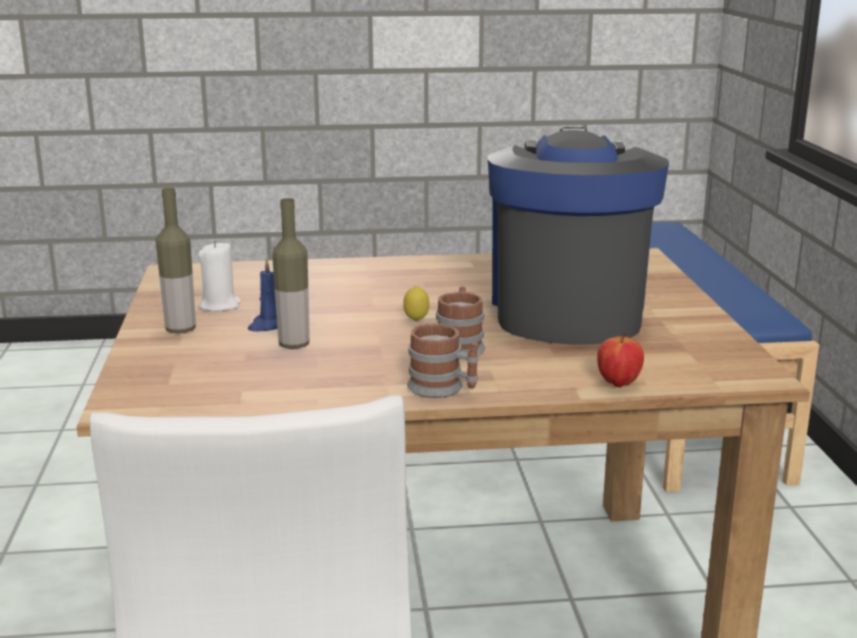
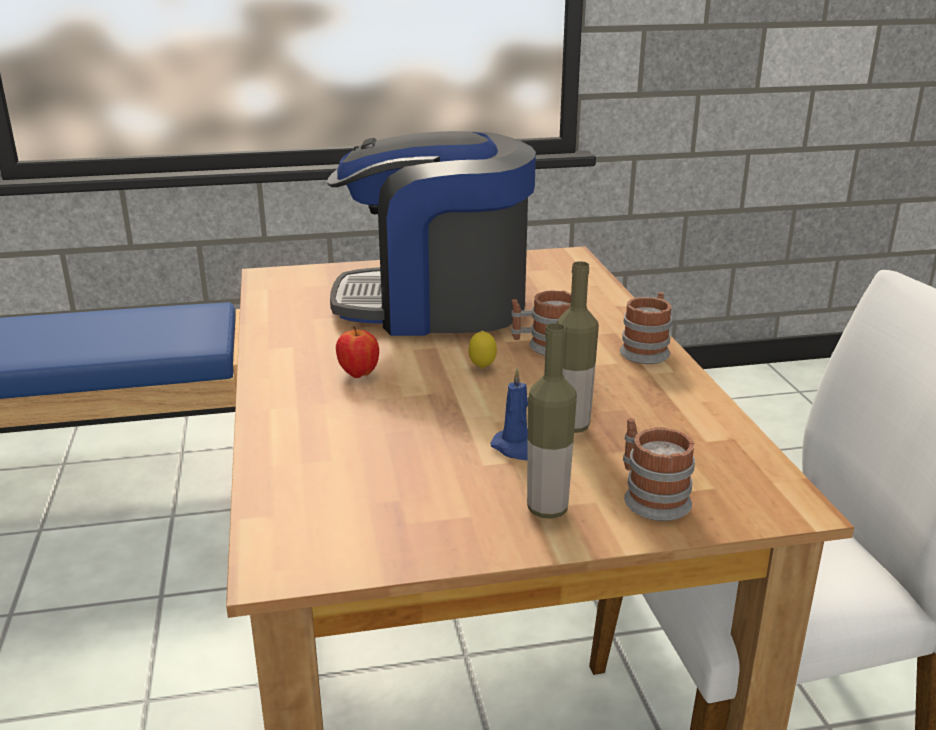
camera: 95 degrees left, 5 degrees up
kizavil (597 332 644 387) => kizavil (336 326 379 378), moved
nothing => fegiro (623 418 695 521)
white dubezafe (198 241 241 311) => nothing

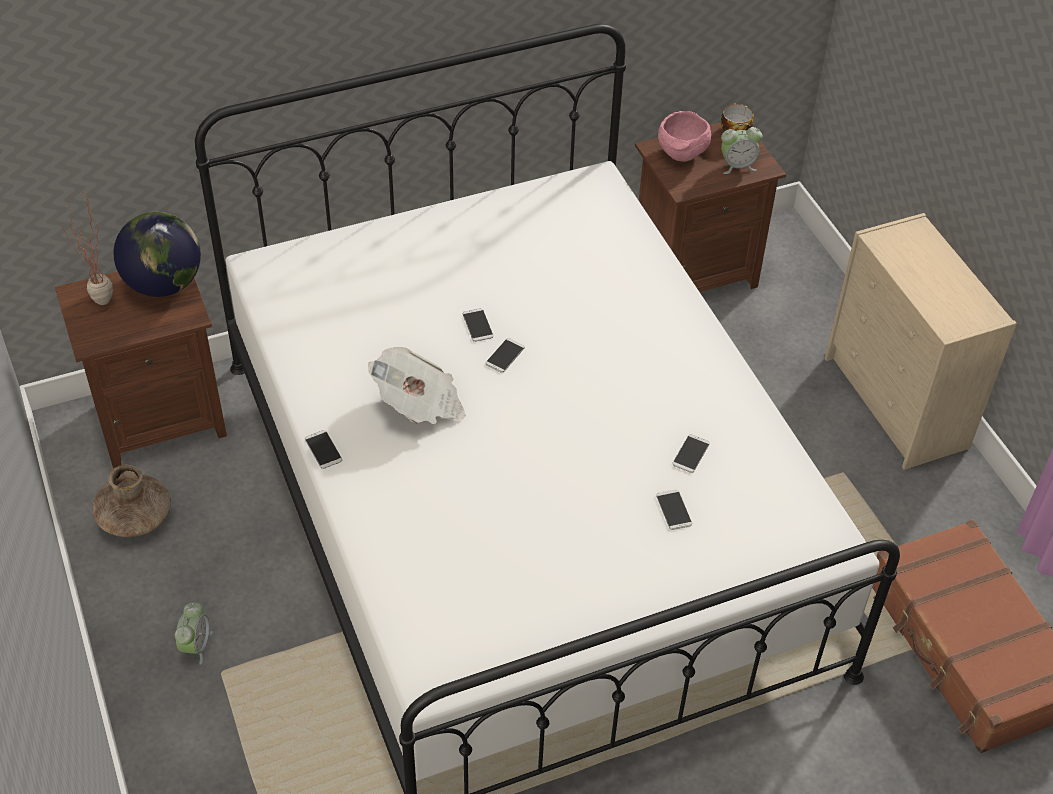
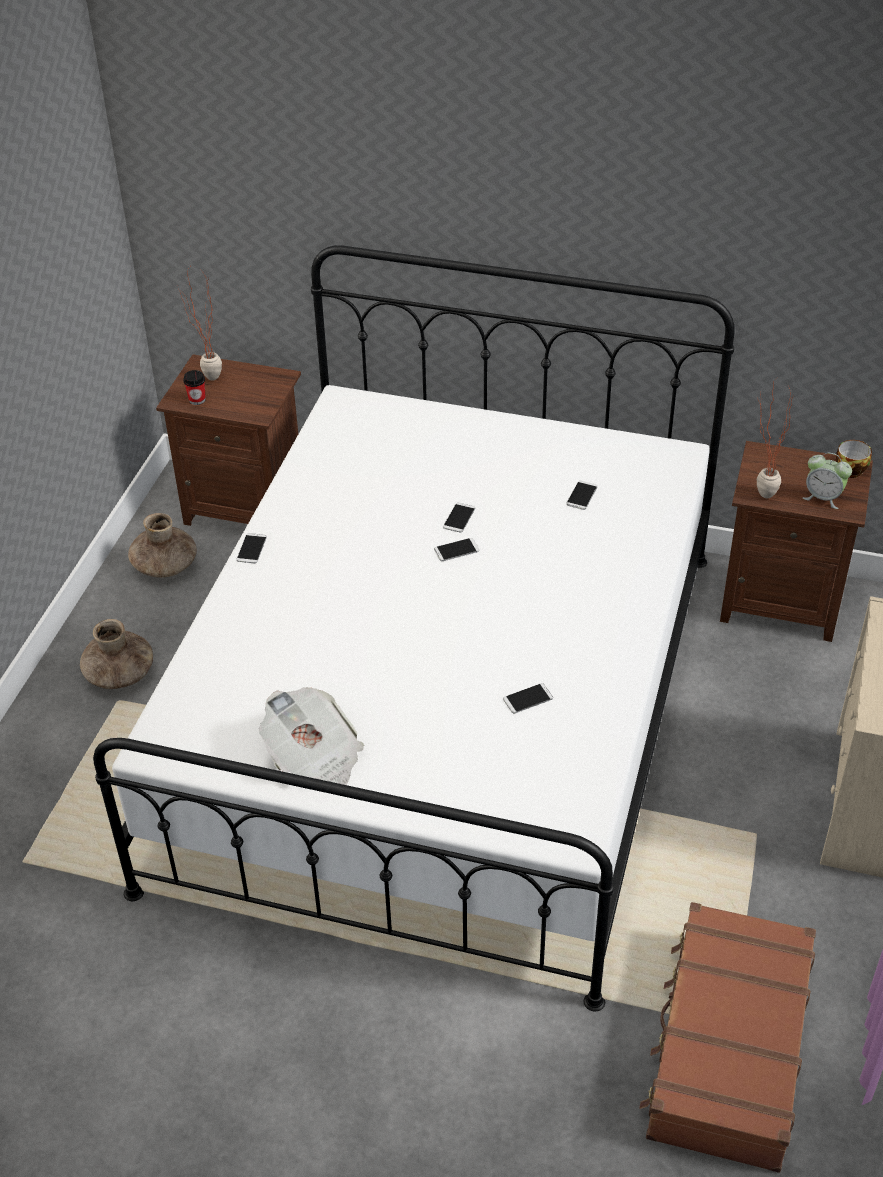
camera: 40 degrees right, 5 degrees down
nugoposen (175 603 213 665) => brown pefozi (80 619 153 689)
nothing => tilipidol (183 370 206 405)
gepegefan (368 347 466 424) => gepegefan (259 687 364 785), moved
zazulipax (656 489 692 530) => zazulipax (566 481 598 510), moved
nothing => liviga (757 377 794 498)
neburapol (114 212 201 297) => nothing
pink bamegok (658 111 711 161) => nothing

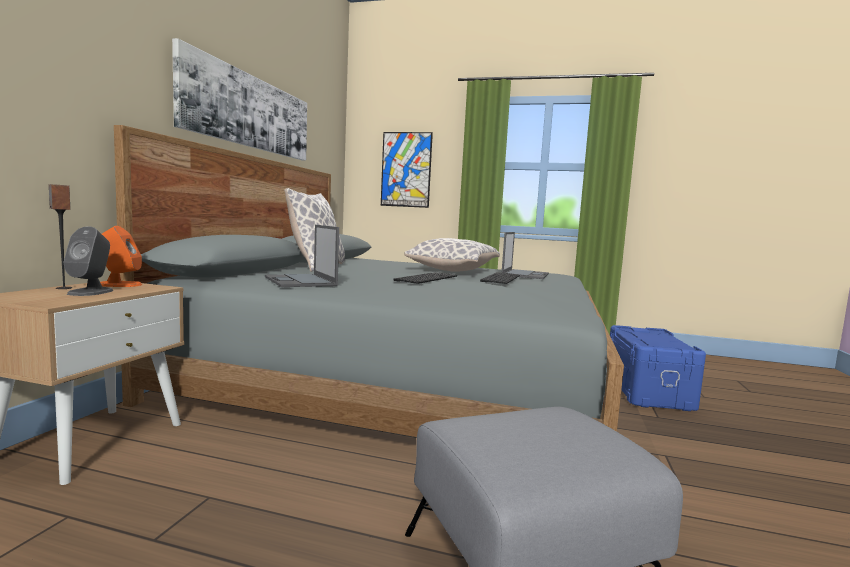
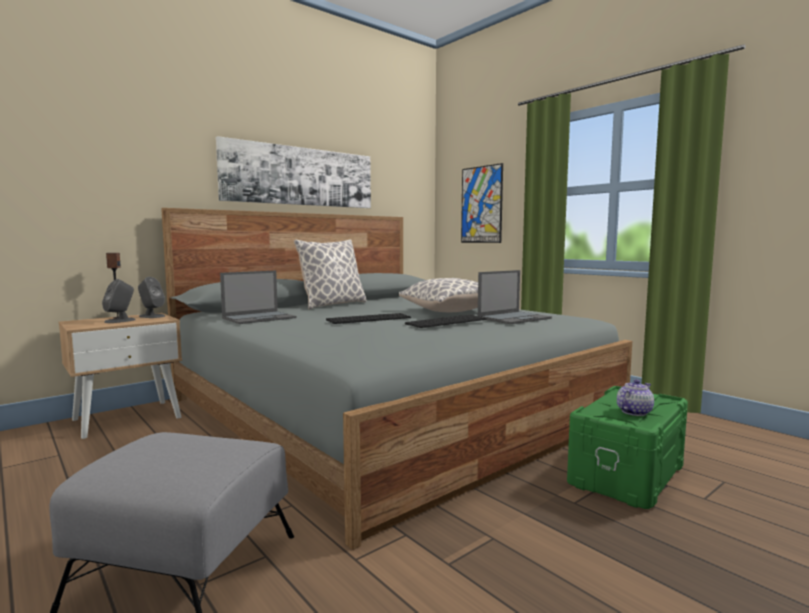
camera: 35 degrees right, 0 degrees up
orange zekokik (100 226 142 287) => grey zekokik (138 277 165 318)
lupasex (265 225 339 287) => lupasex (220 271 296 324), 135 degrees counterclockwise
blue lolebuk (610 325 706 411) => green lolebuk (567 386 688 509)
nothing => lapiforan (617 379 654 416)

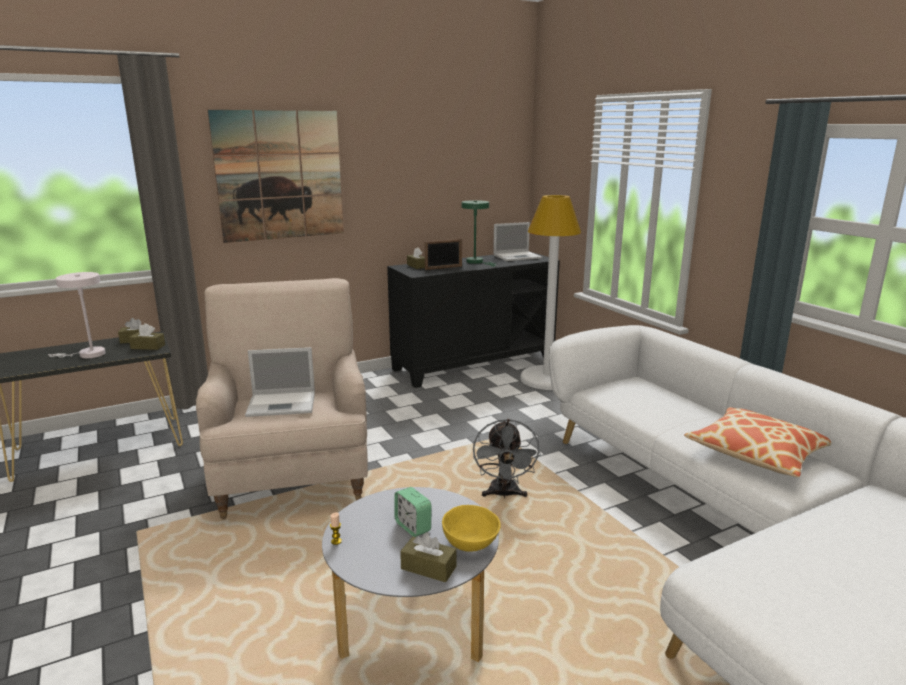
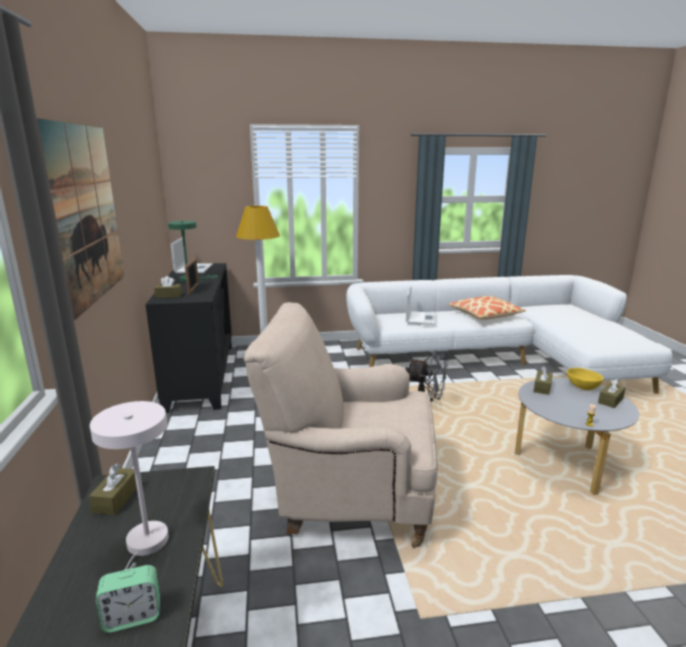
camera: 70 degrees left, 0 degrees up
nugoposen (394 487 432 537) => nugoposen (96 565 160 633), moved
lupasex (245 347 315 417) => lupasex (406 286 437 325), moved
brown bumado (129 323 165 350) => brown bumado (533 366 553 395), moved

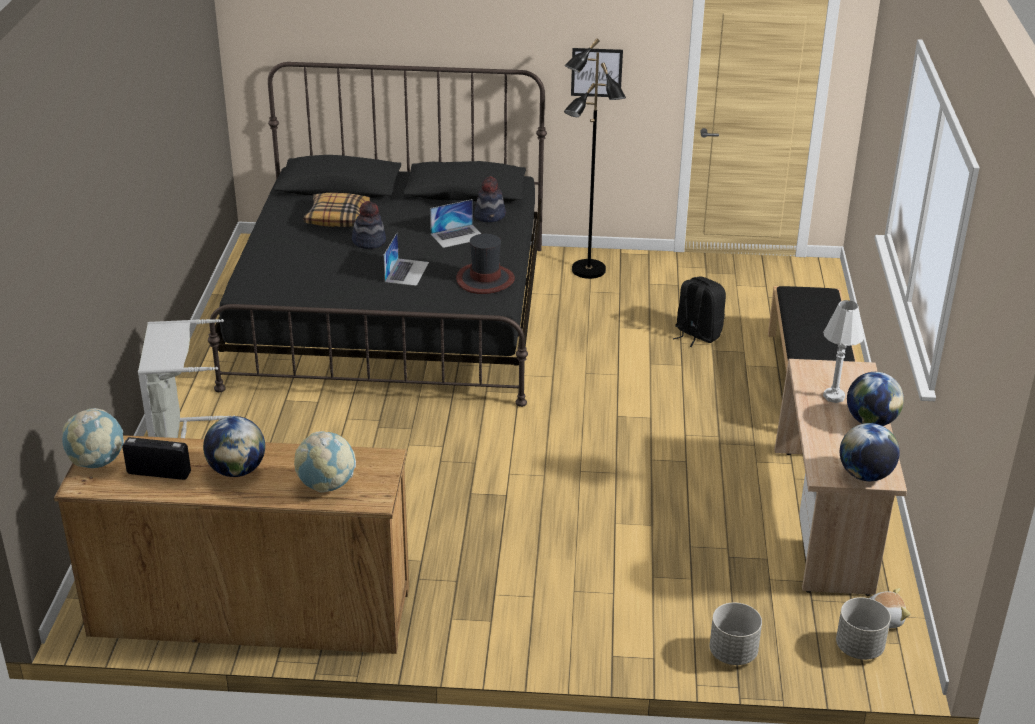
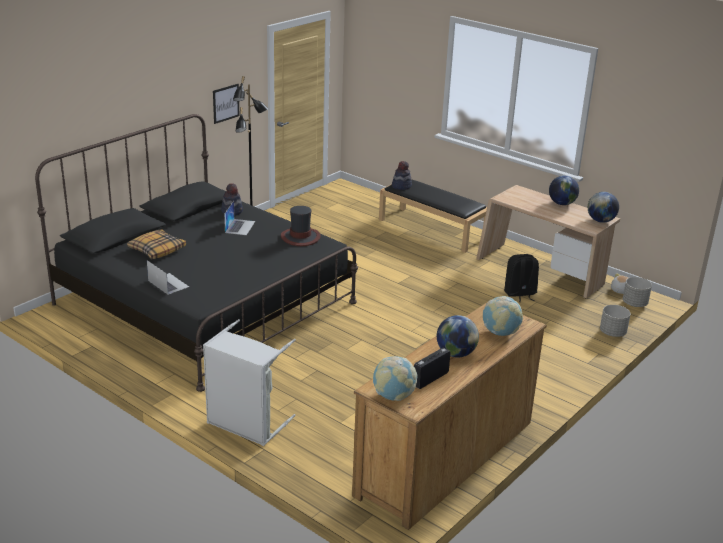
camera: 55 degrees left, 5 degrees down
lupasex (384 233 429 286) => lupasex (147 260 189 295), moved
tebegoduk (352 201 386 249) => tebegoduk (392 161 412 190), moved
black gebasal (673 277 726 347) => black gebasal (504 254 539 302), moved
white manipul (823 300 865 403) => nothing

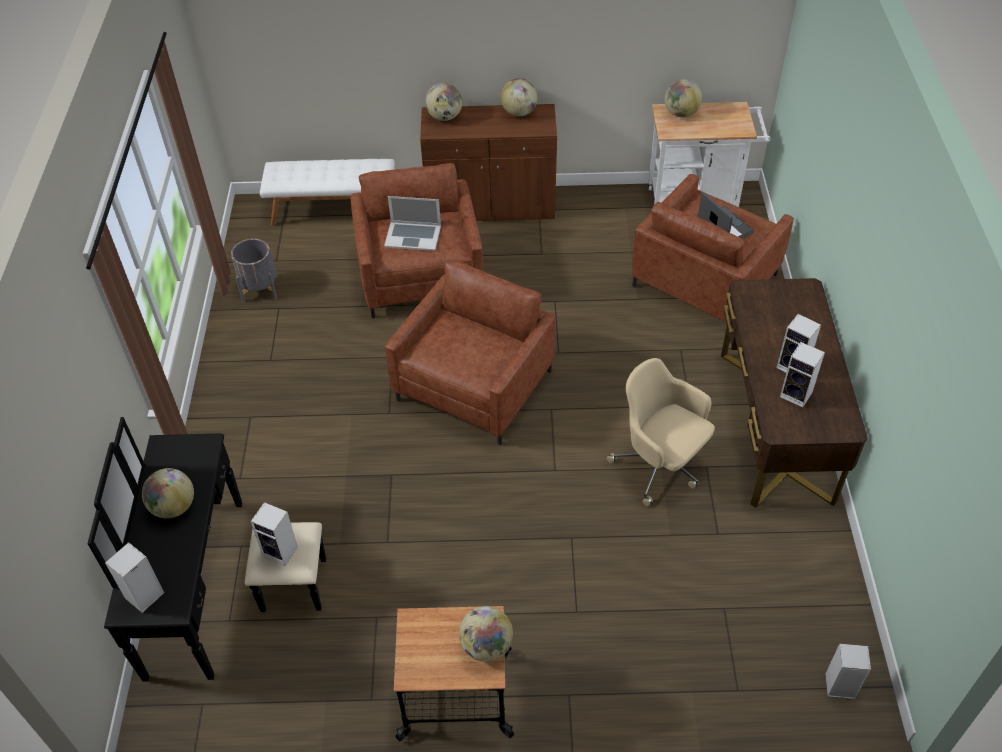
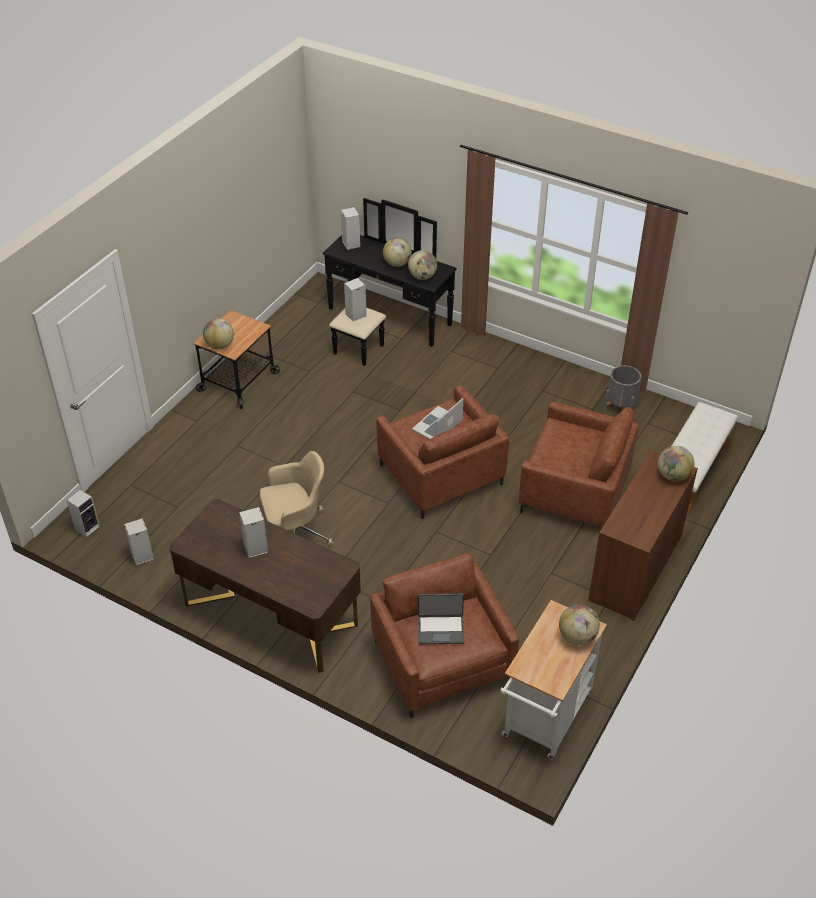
camera: 120 degrees right, 5 degrees down
zekokik (780 342 825 408) => zekokik (124 519 154 565), moved
neburapol (501 78 538 116) => neburapol (408 250 437 280), moved
lupasex (384 196 441 251) => lupasex (412 398 463 440), moved

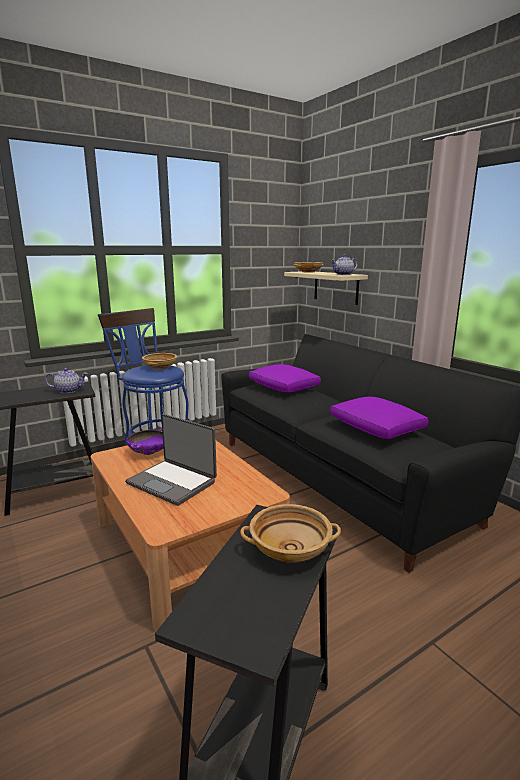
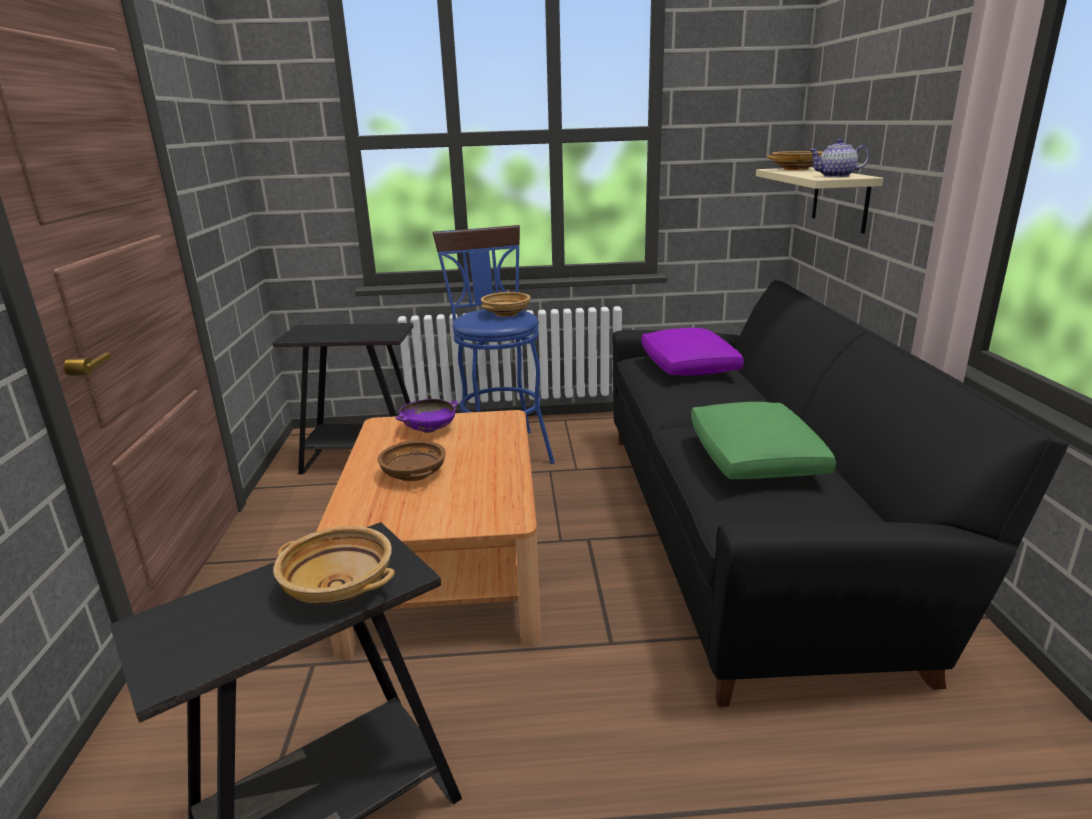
camera: 30 degrees right, 5 degrees up
lupasex (125 414 217 506) => brown bamegok (378 441 446 482)
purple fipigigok (330 397 428 439) => green fipigigok (691 402 836 479)
lapiforan (45 368 88 394) => nothing

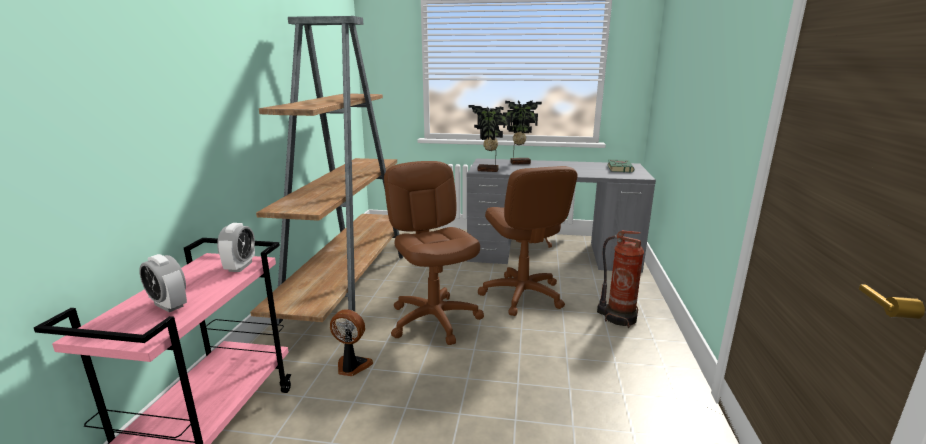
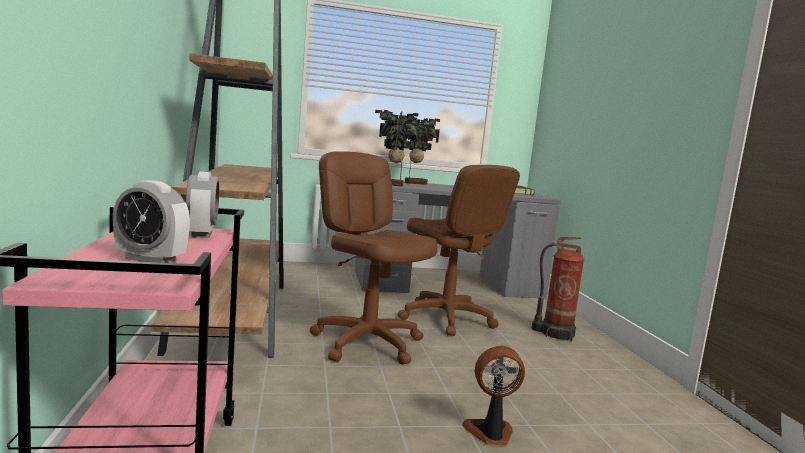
camera: 20 degrees left, 10 degrees down
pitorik (330 309 373 376) => pitorik (462 346 525 445), moved

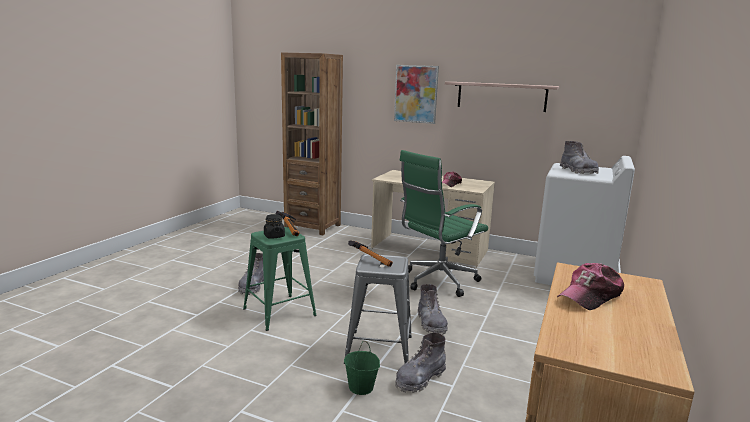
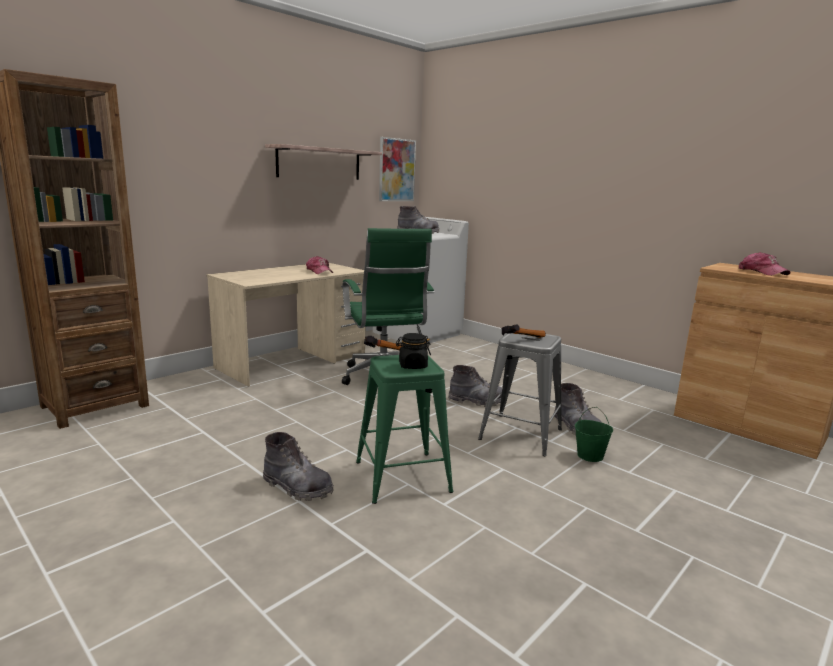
camera: 70 degrees left, 0 degrees up
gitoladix (394 65 439 124) => gitoladix (379 137 416 201), moved

